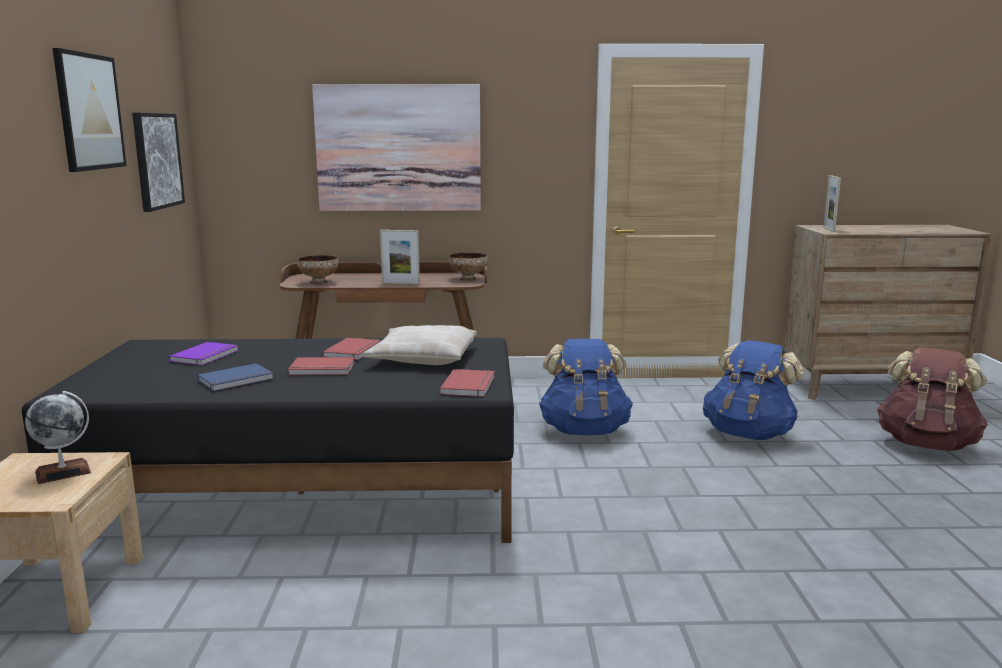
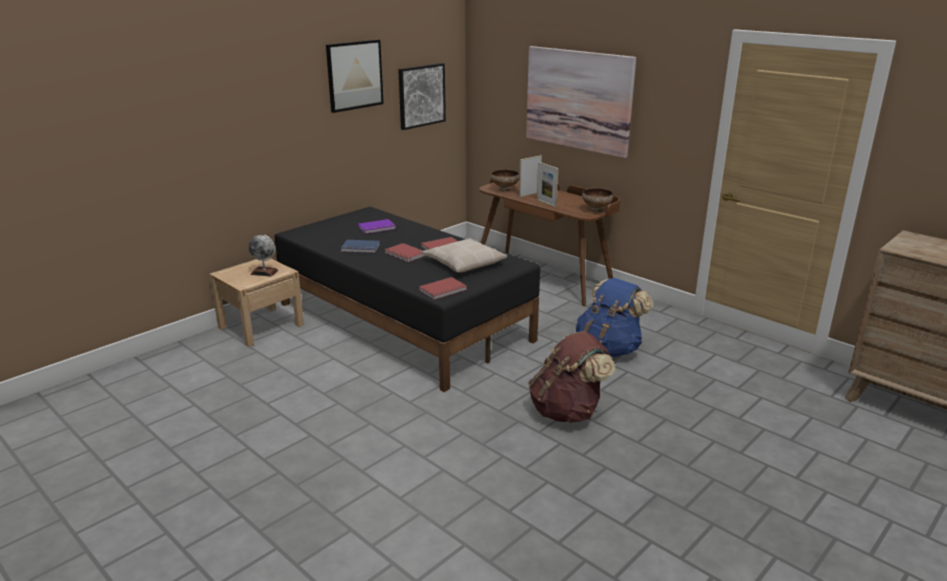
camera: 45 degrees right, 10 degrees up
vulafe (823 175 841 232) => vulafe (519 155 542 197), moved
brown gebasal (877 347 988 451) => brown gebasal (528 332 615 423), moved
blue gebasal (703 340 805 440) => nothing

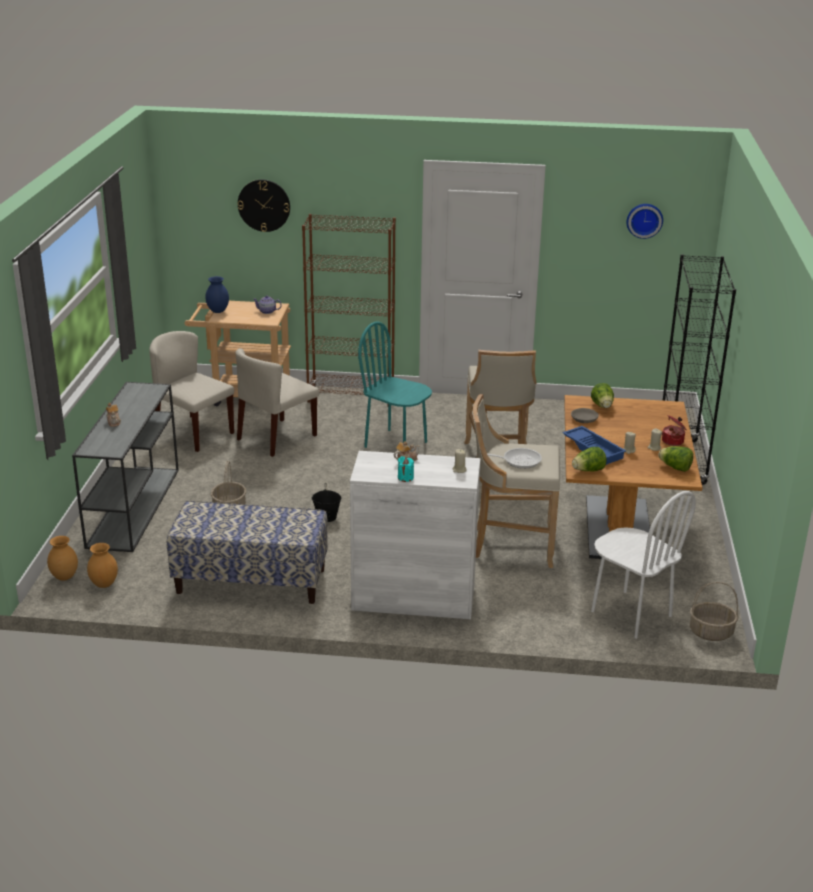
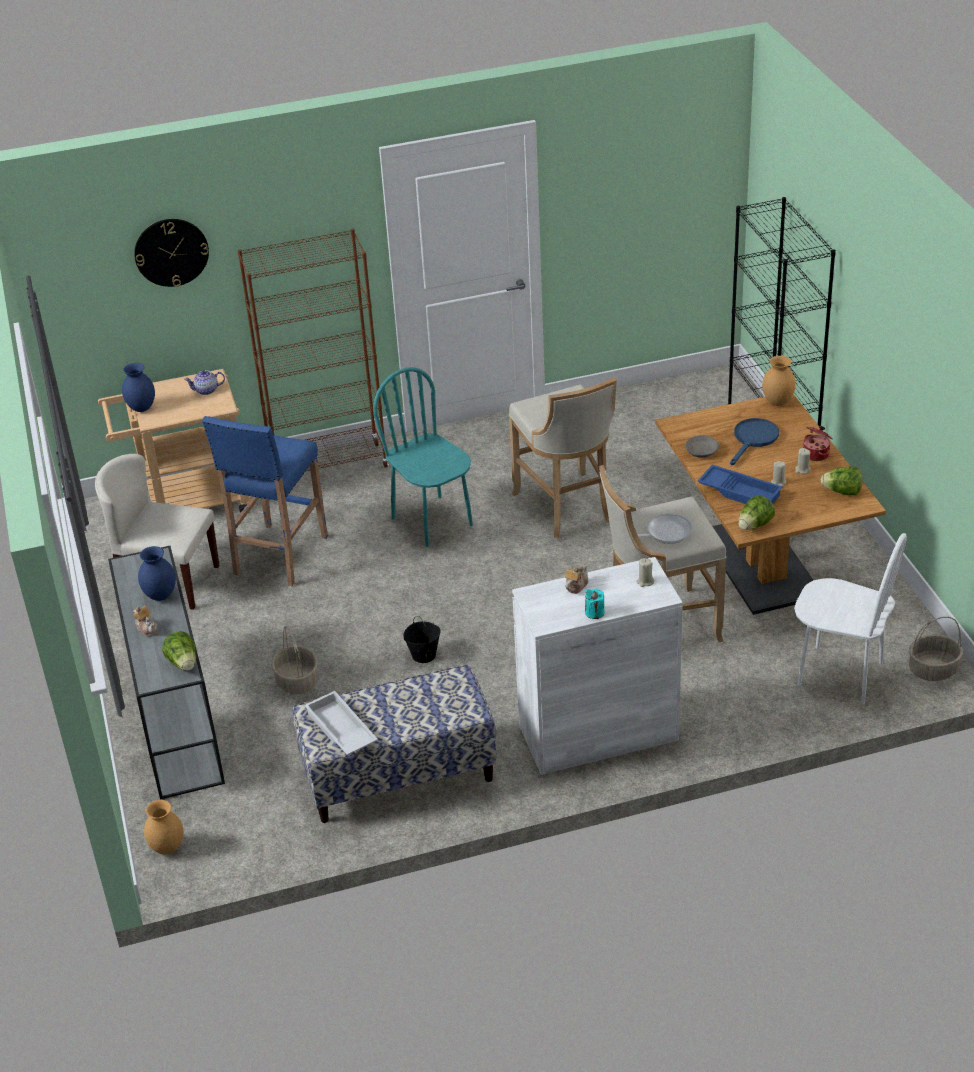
camera: 20 degrees left, 10 degrees up
nothing => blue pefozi (138 546 176 601)
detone (591 383 614 408) => detone (162 631 196 671), moved
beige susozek (235 348 319 457) => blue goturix (202 416 328 586)
nothing => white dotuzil (304 691 378 755)
turquoise susozek (358 322 432 448) => turquoise susozek (373 367 473 547), 45 degrees clockwise
nothing => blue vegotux (730 418 779 465)
brown pefozi (87 543 118 588) => brown pefozi (762 356 796 406), moved
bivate (627 204 663 239) => nothing

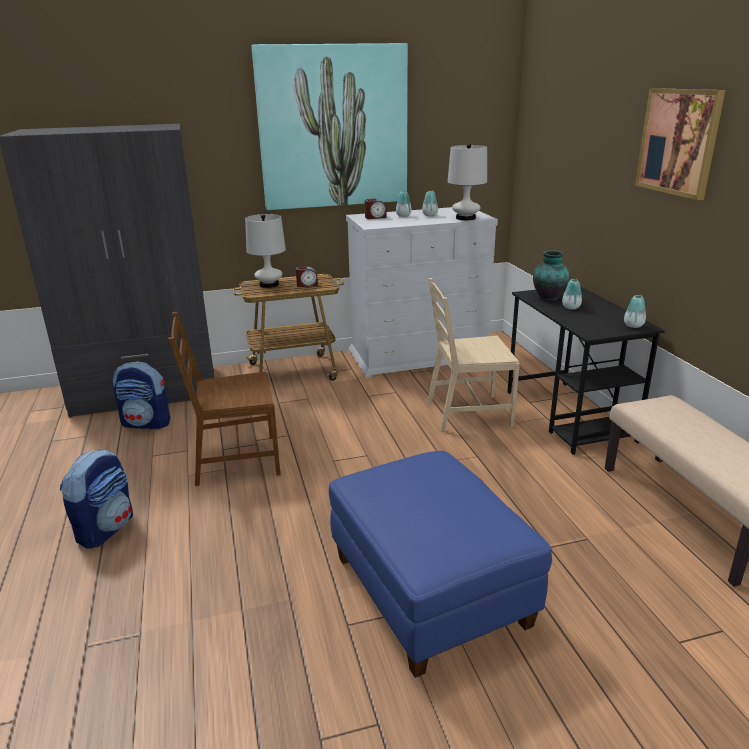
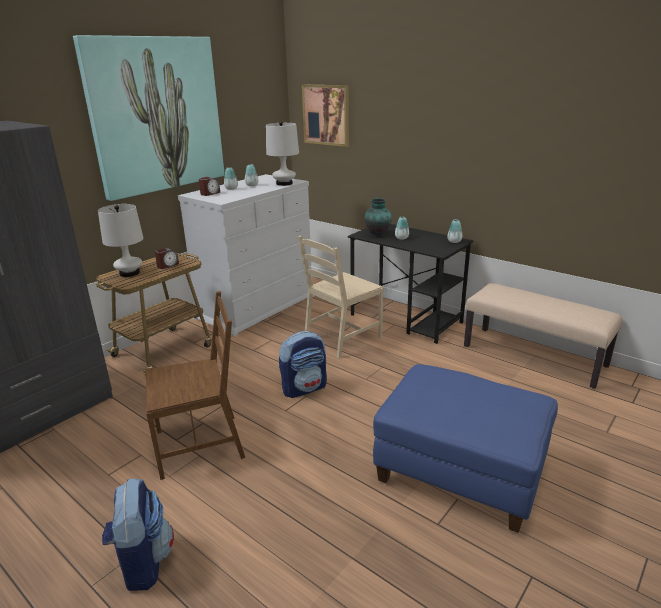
camera: 35 degrees left, 0 degrees up
brown susozek (169 312 281 486) => brown susozek (145 291 245 480), 150 degrees counterclockwise
gebasal (113 361 170 429) => gebasal (279 331 327 398), moved
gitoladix (635 88 725 200) => gitoladix (302 85 349 147), moved

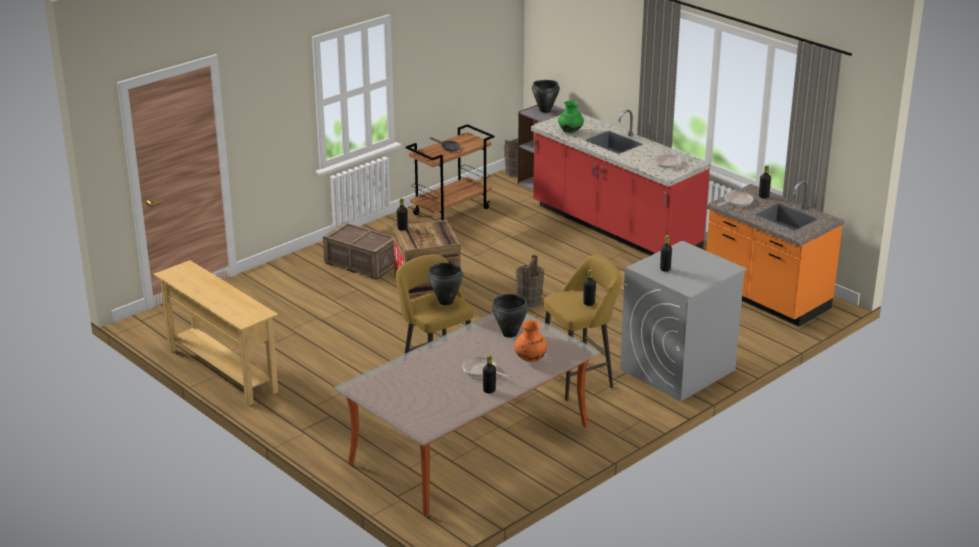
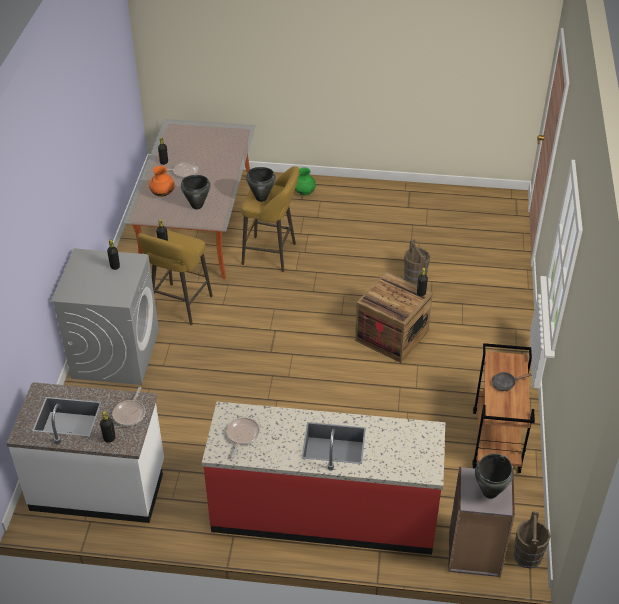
camera: 140 degrees right, 15 degrees up
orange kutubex (706 180 844 327) => white kutubex (6 382 164 523)
green pefozi (558 101 584 133) => green pefozi (295 167 316 196), moved
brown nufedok (516 254 544 307) => brown nufedok (404 239 430 285), moved
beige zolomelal (154 260 279 406) => nothing
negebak (323 222 394 280) => nothing

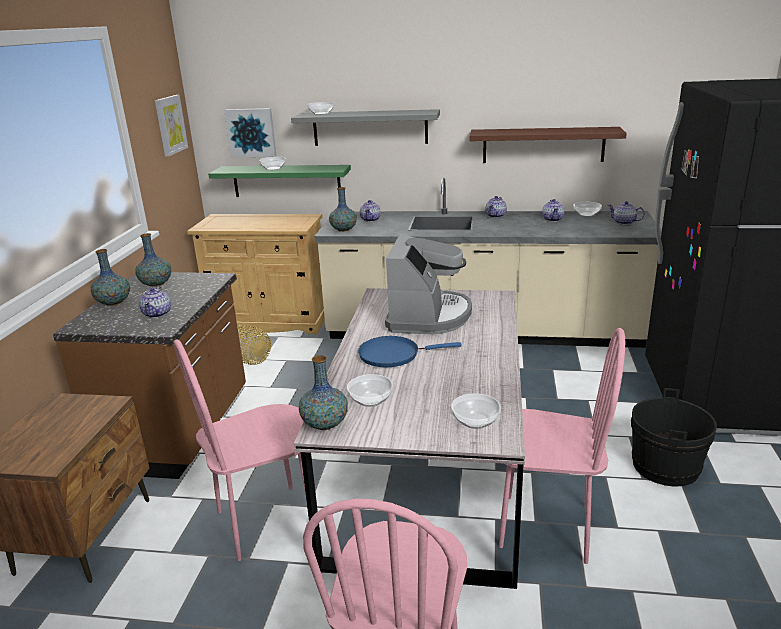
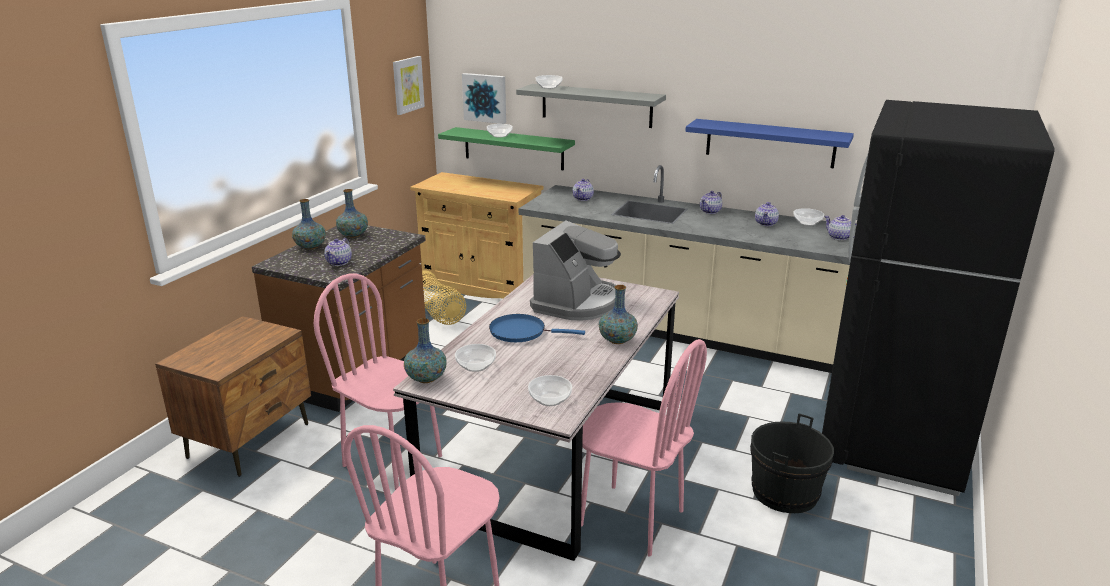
camera: 15 degrees right, 0 degrees up
pink susozek (173 339 306 561) => pink susozek (314 274 442 490), 45 degrees clockwise
pefozi (329 187 357 232) => pefozi (599 285 638 344), moved
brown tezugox (470 127 627 163) => blue tezugox (685 119 854 168)

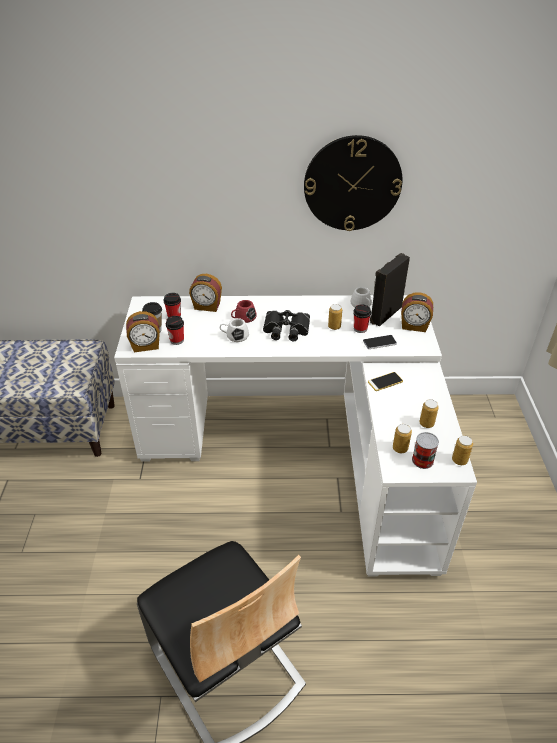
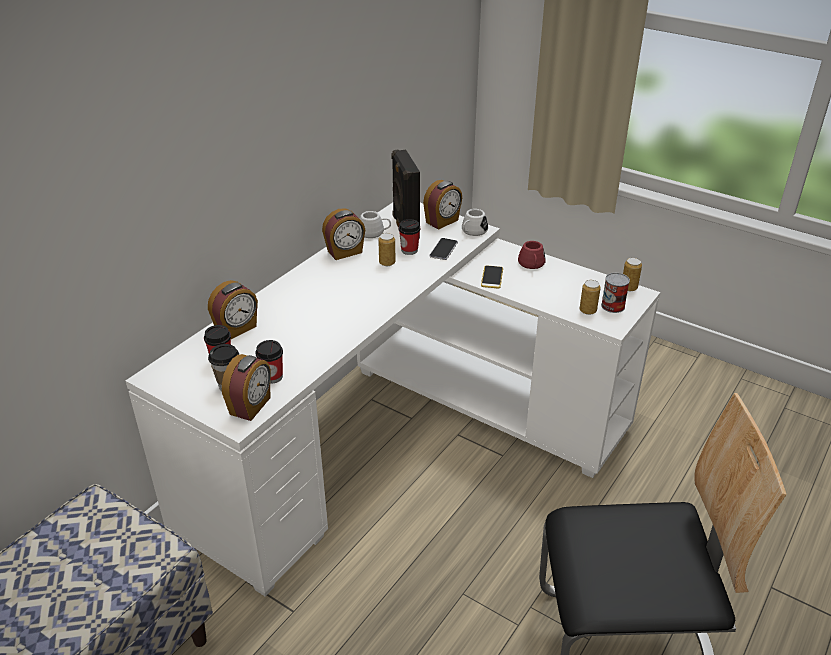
camera: 55 degrees left, 5 degrees down
nothing => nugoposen (322 208 365 260)
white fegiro (220 318 249 342) => white fegiro (462 209 488 236), moved
red fegiro (231 300 257 323) => red fegiro (518 241 545 269), moved
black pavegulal (263 310 310 342) => nothing
bivate (304 135 402 231) => nothing
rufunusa (419 399 439 428) => nothing

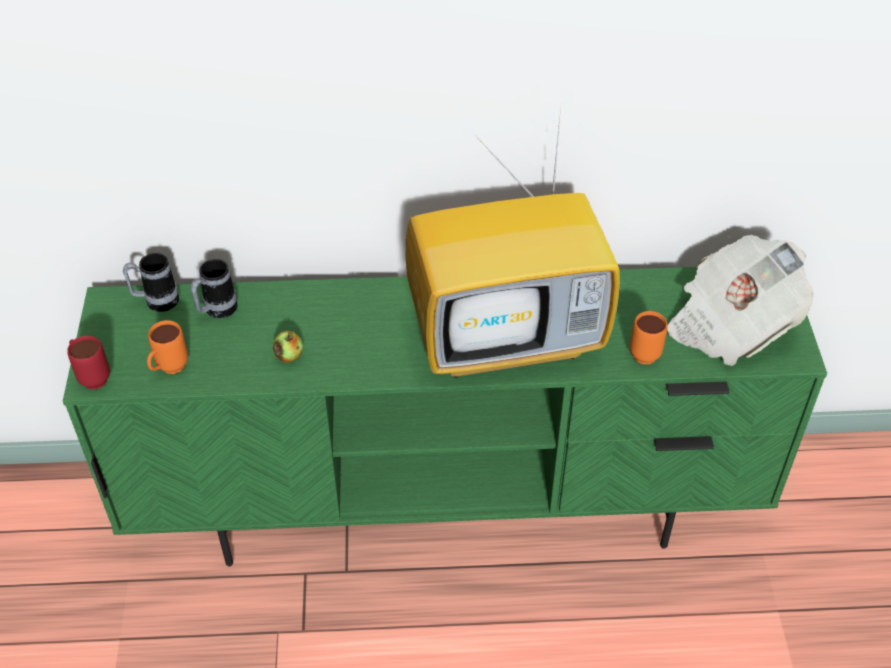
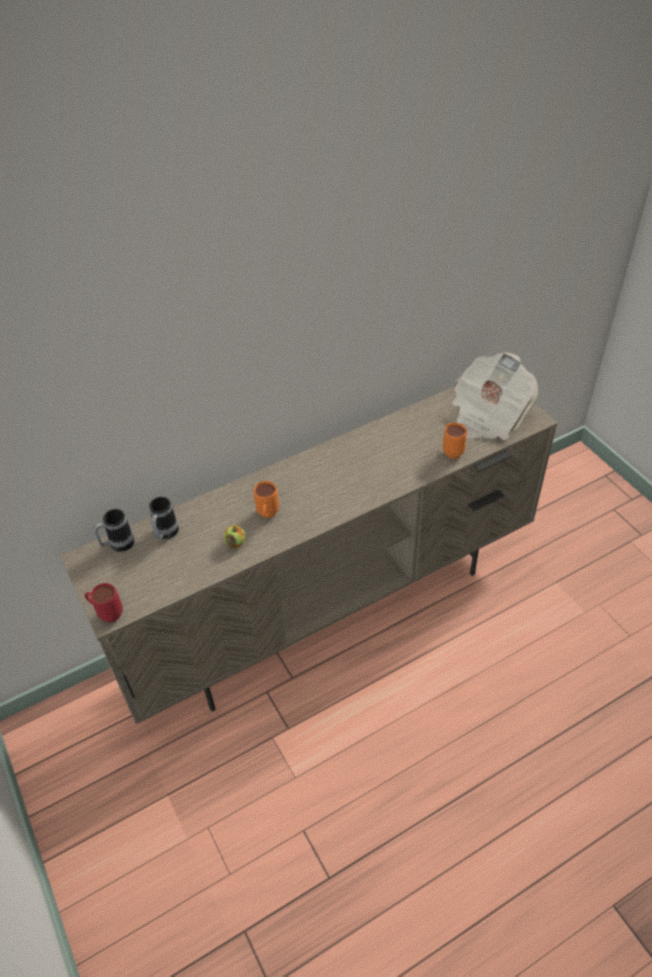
camera: 25 degrees left, 0 degrees up
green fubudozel (63 267 827 566) => beige fubudozel (60 386 558 724)
orange fegiro (147 320 188 374) => orange fegiro (254 481 279 518), moved
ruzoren (405 98 620 378) => nothing

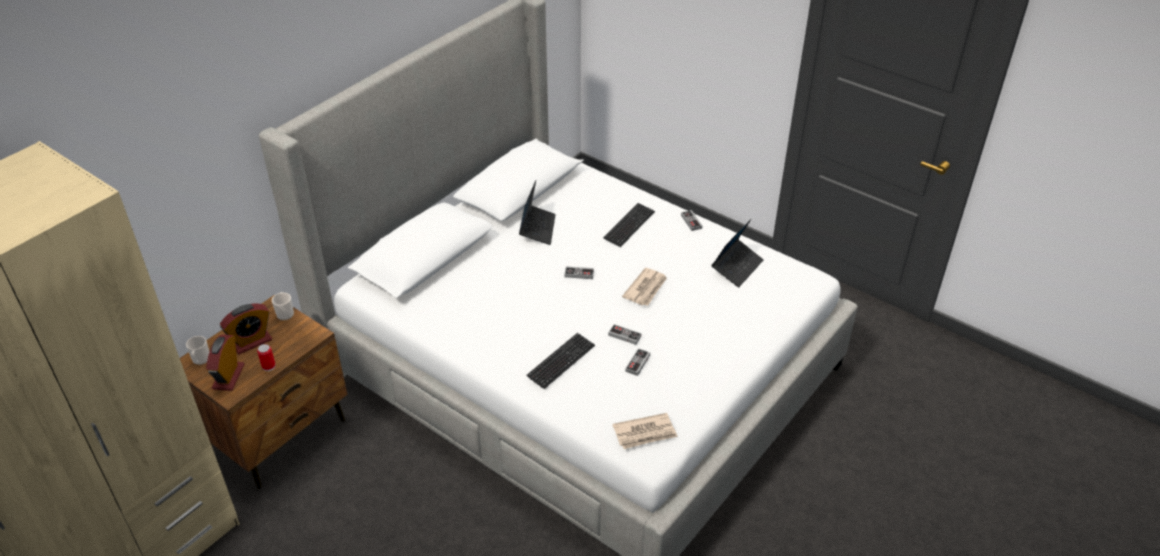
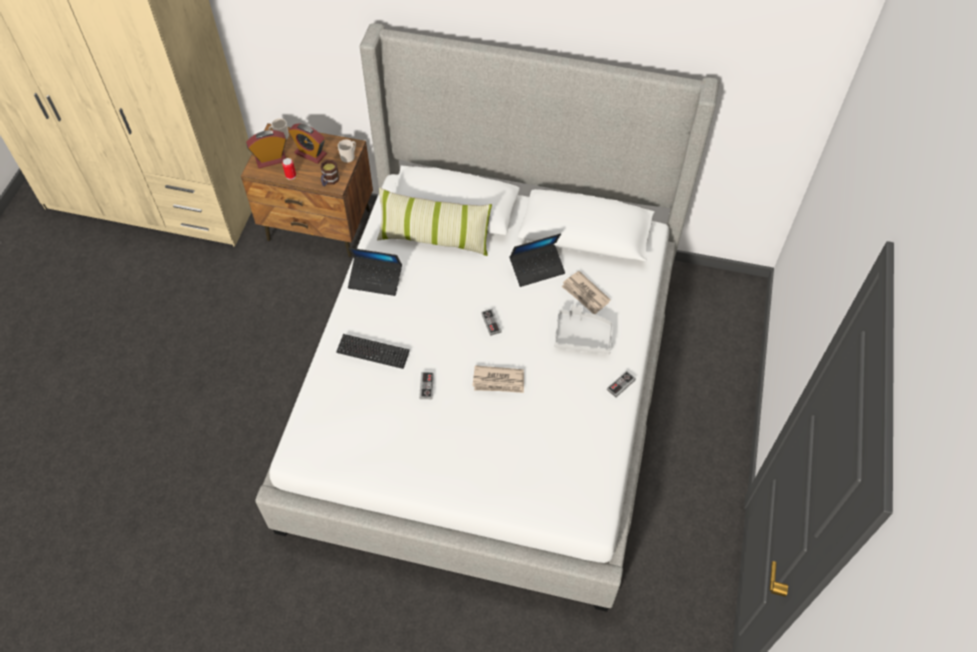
camera: 65 degrees right, 15 degrees up
nothing => fegiro (320 160 339 186)
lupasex (712 219 764 287) => lupasex (348 247 402 296), moved
nothing => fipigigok (377 188 492 256)
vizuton (603 203 655 247) => grey dotuzil (554 304 613 354)
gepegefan (612 413 678 449) => gepegefan (561 271 611 314), moved
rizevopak (625 348 650 376) => nothing

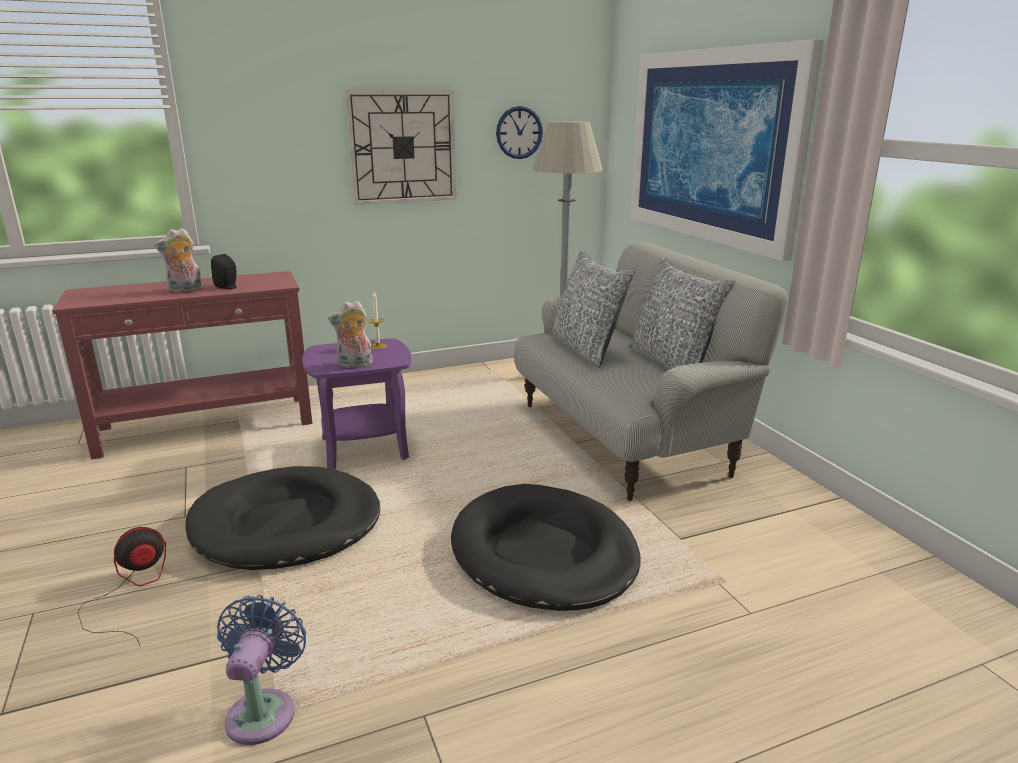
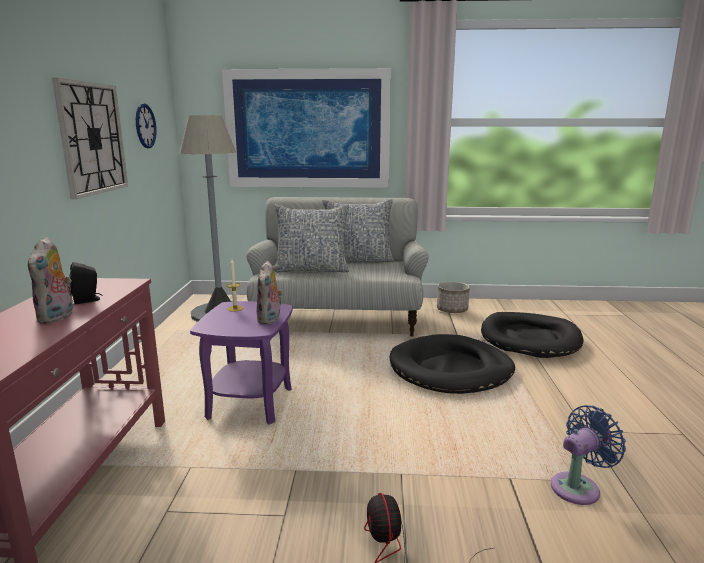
camera: 65 degrees left, 5 degrees down
nothing => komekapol (437 281 470 313)
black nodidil (185 466 380 570) => black nodidil (481 312 583 358), moved
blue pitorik (217 595 306 745) => blue pitorik (551 405 626 505), 120 degrees clockwise

